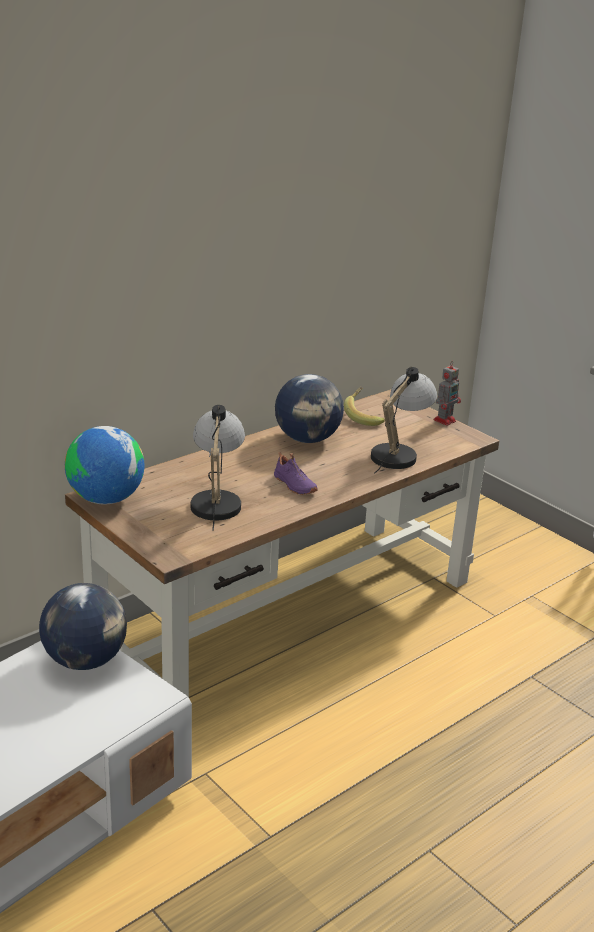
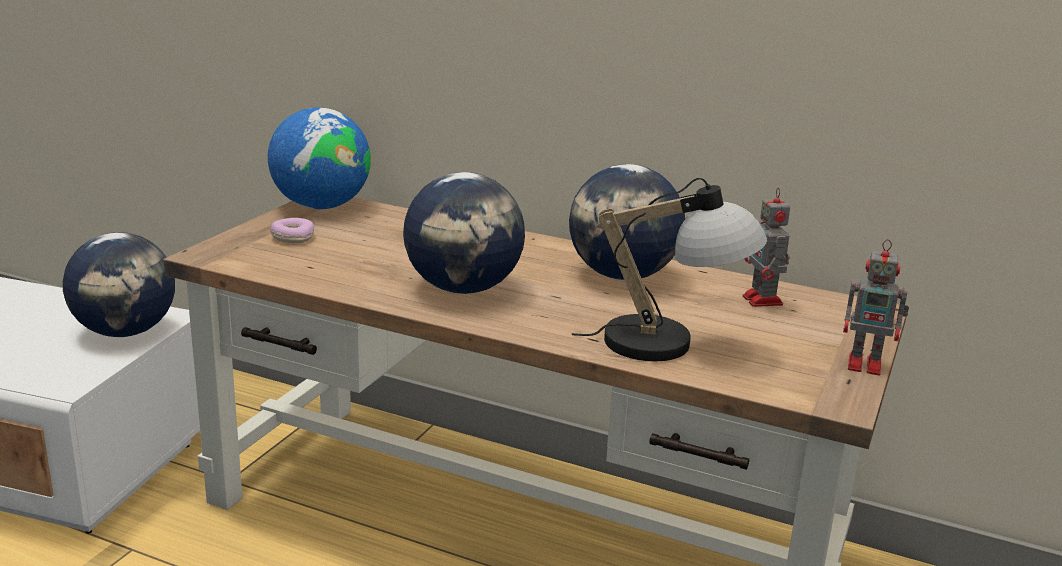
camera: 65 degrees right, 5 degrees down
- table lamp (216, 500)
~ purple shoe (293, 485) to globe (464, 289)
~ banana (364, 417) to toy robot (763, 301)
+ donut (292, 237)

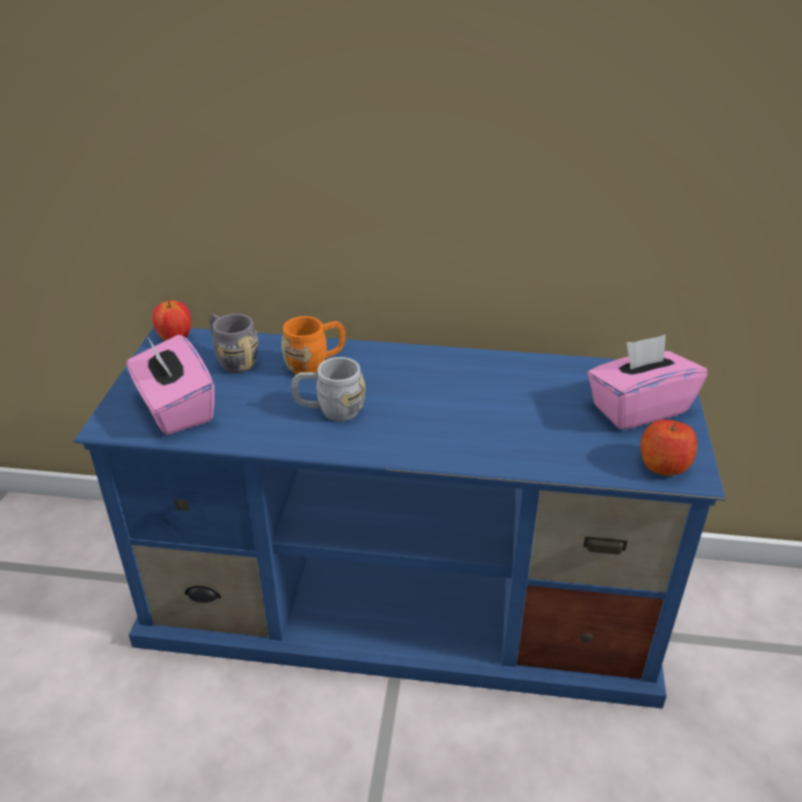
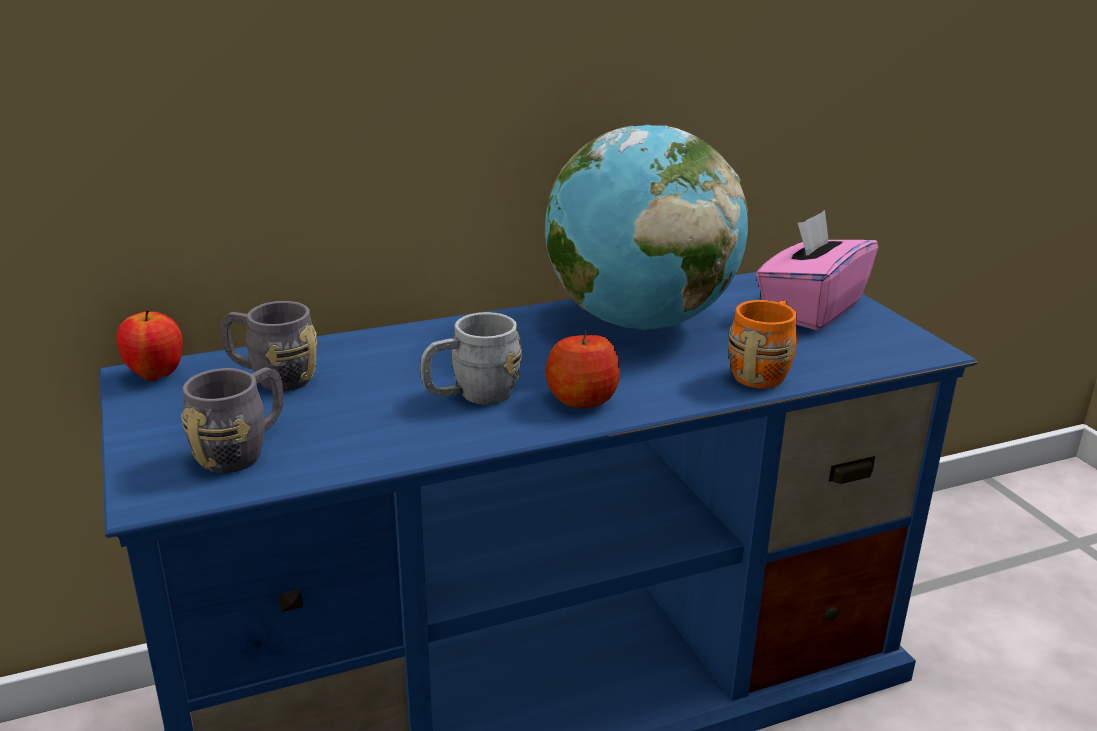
camera: 30 degrees left, 10 degrees down
~ pink tissue box (175, 409) to grey mug (243, 450)
~ orange mug (315, 364) to (763, 371)
~ apple (663, 465) to (582, 399)
+ globe (638, 322)

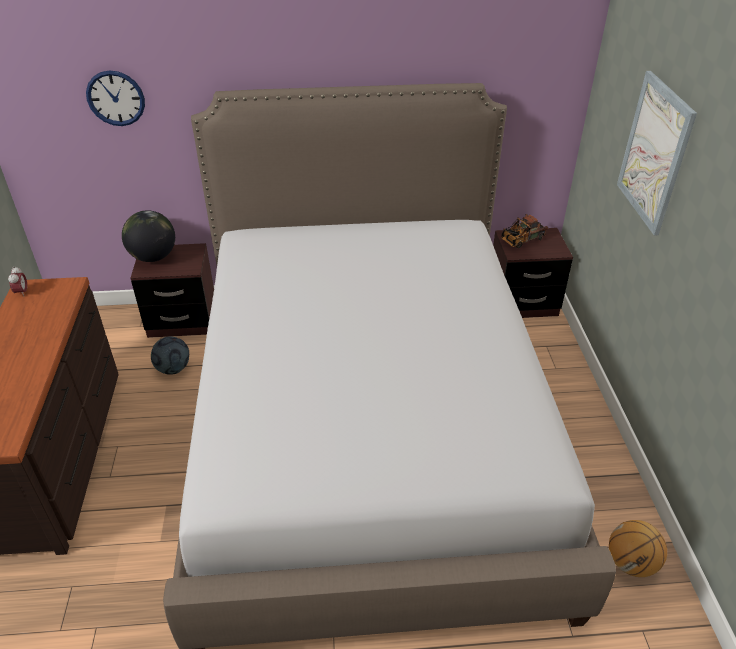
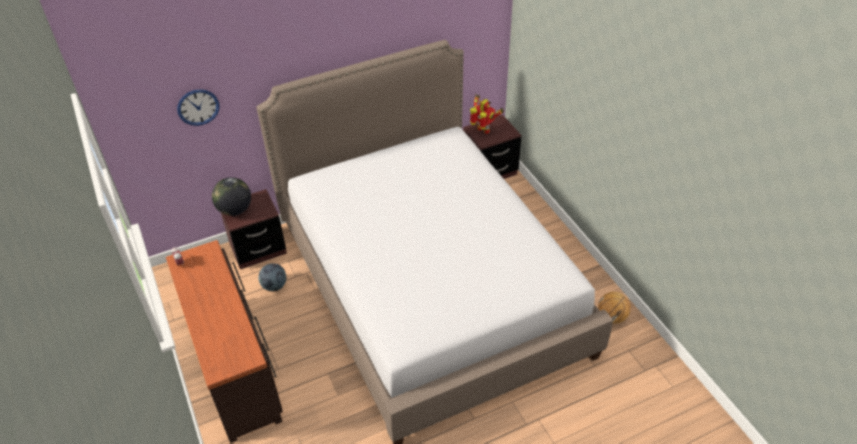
camera: 20 degrees left, 5 degrees up
~ toy truck (520, 240) to toy robot (483, 131)
- picture (654, 153)

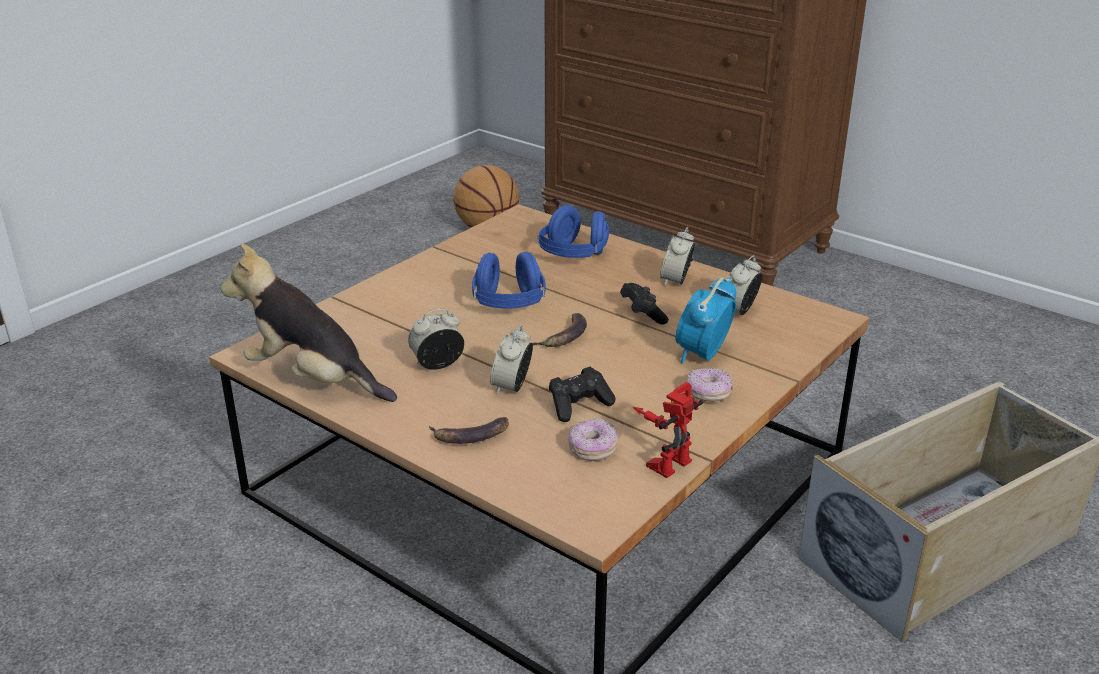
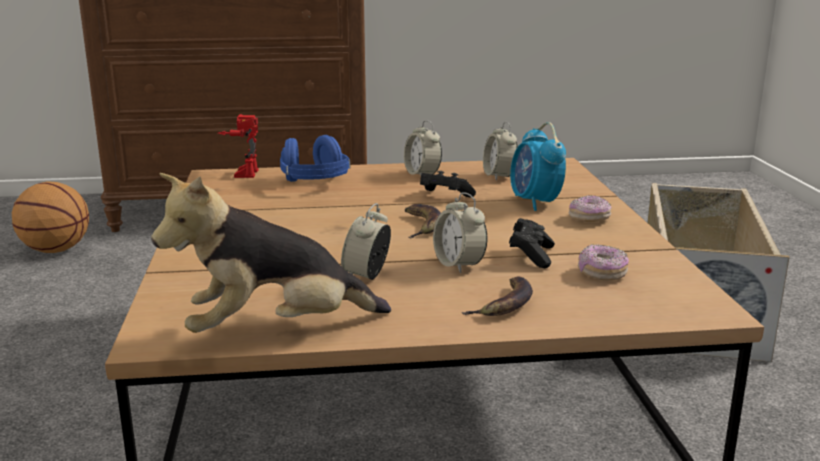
camera: 45 degrees left, 10 degrees down
- blue headphones (509, 304)
~ toy robot (666, 460) to (242, 173)

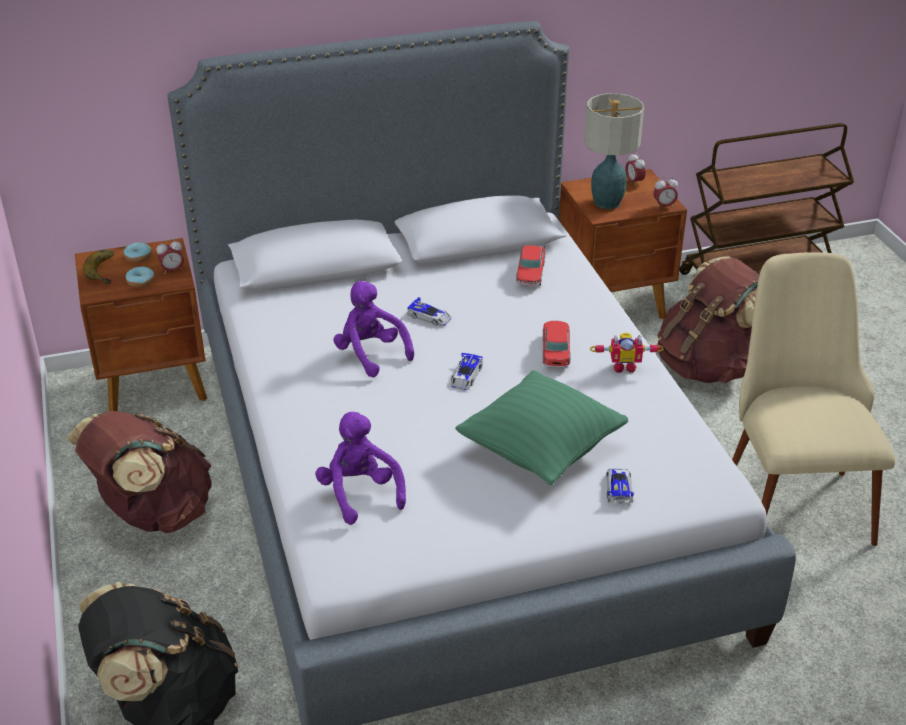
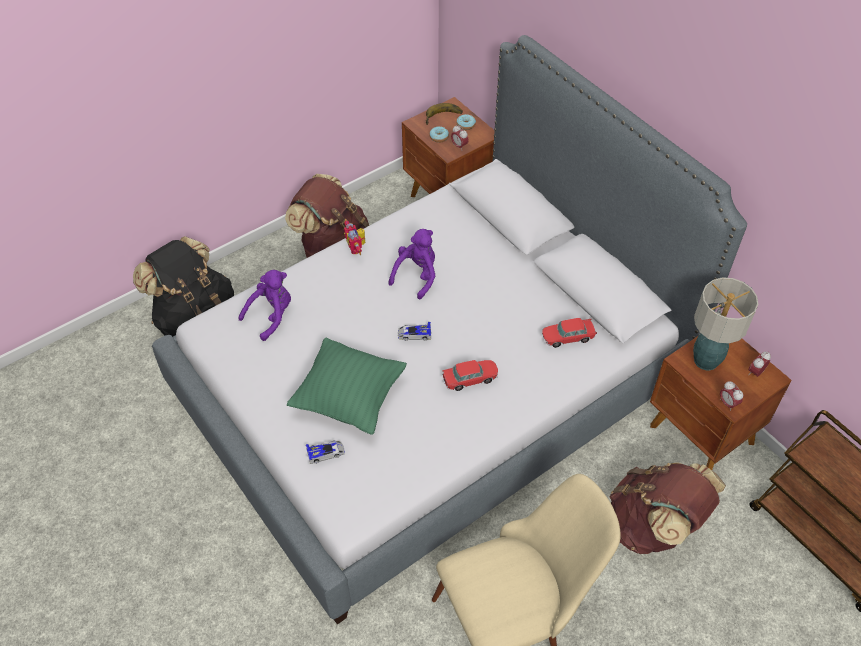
camera: 70 degrees right, 15 degrees up
- toy car (429, 317)
~ toy robot (624, 366) to (356, 248)

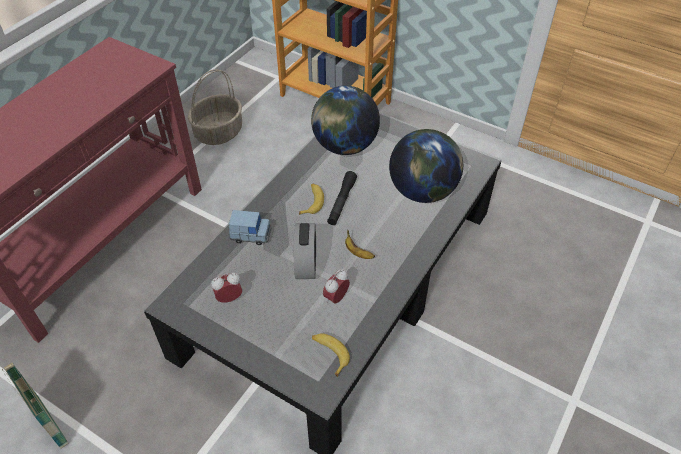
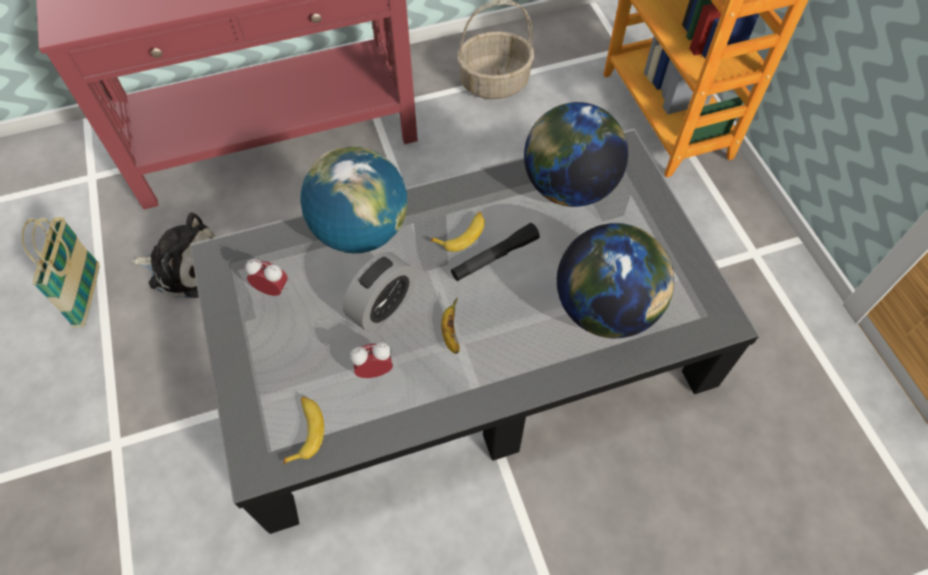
camera: 40 degrees right, 10 degrees up
~ blue toy car (251, 235) to globe (361, 231)
+ plush toy (183, 266)

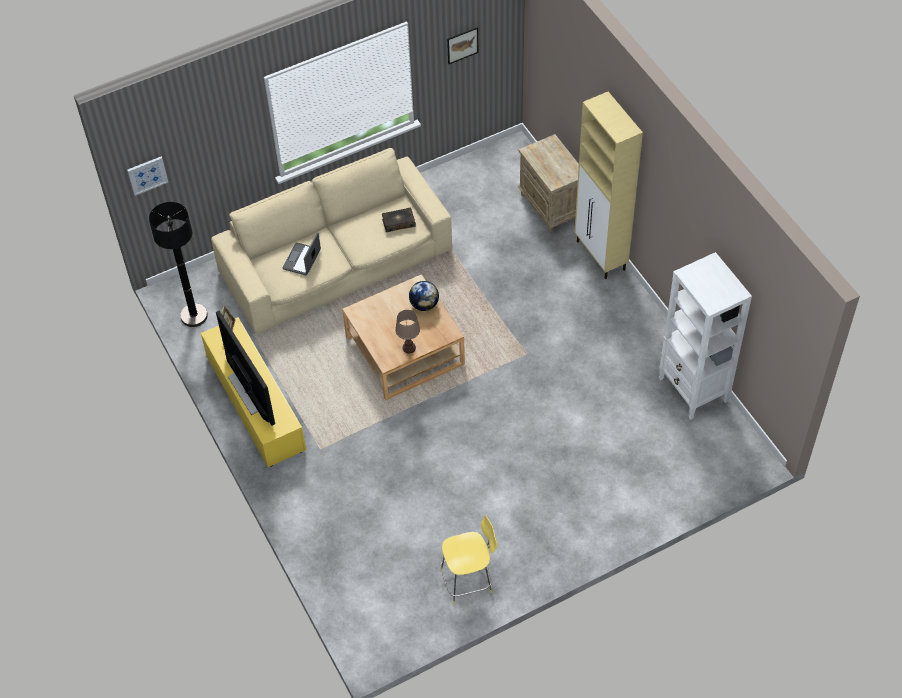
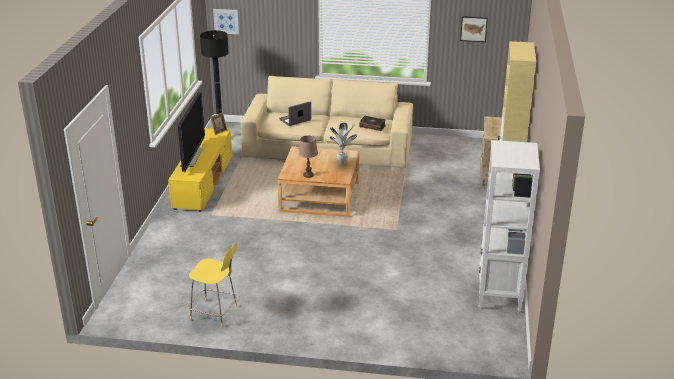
camera: 35 degrees right, 25 degrees down
~ globe (424, 305) to potted plant (343, 162)

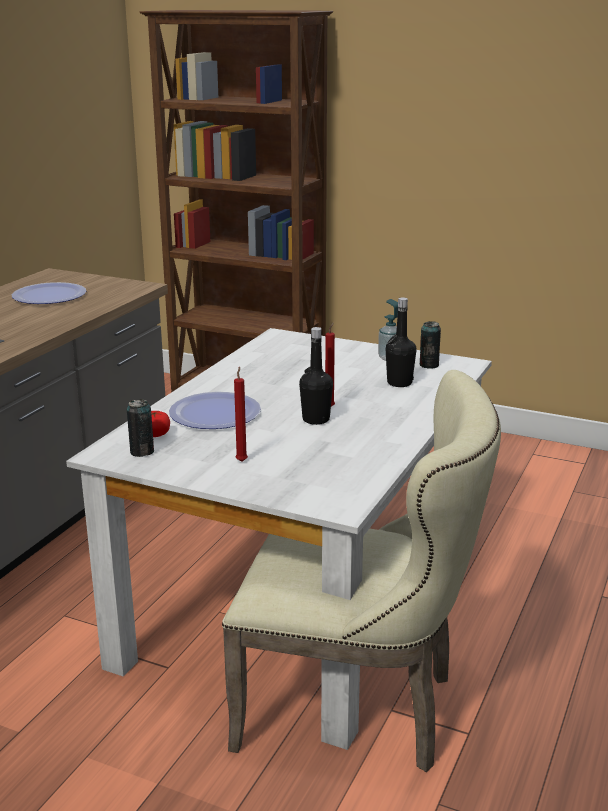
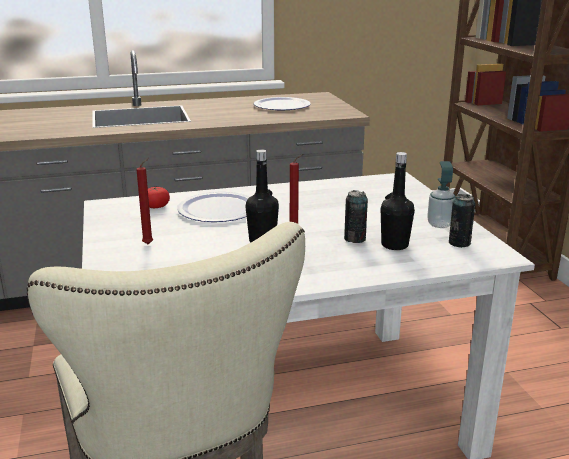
camera: 50 degrees right, 0 degrees up
~ can (142, 452) to (354, 239)

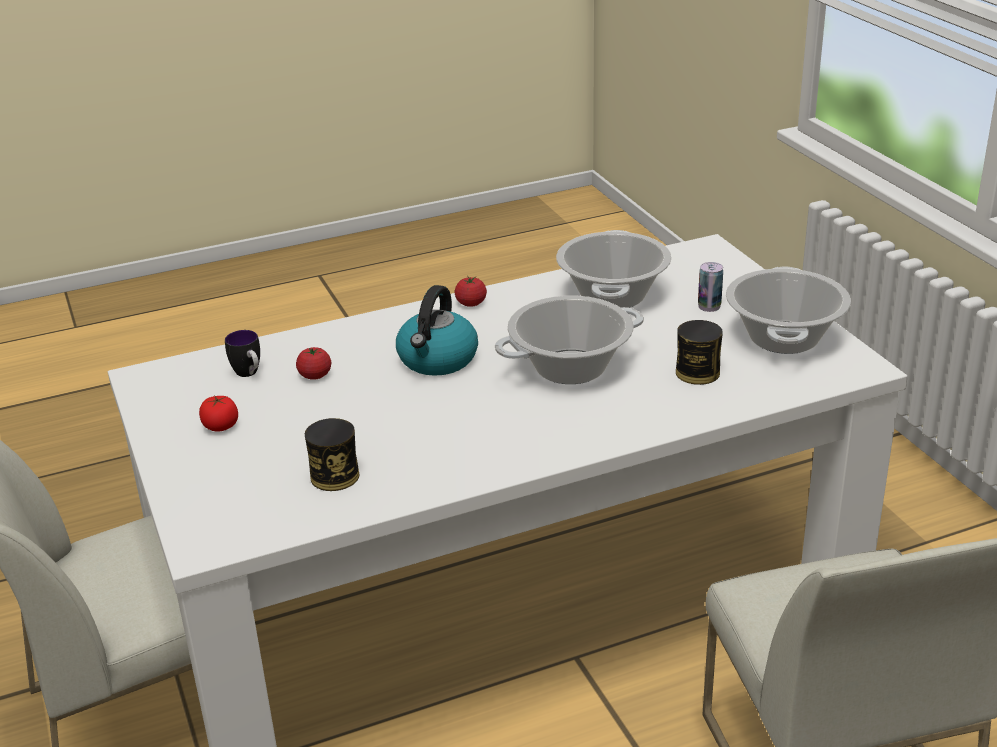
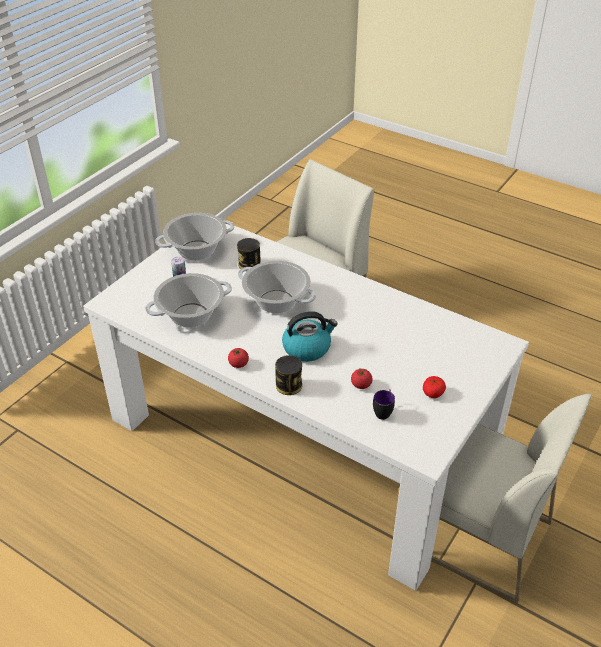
camera: 125 degrees left, 10 degrees up
~ can (335, 476) to (289, 385)

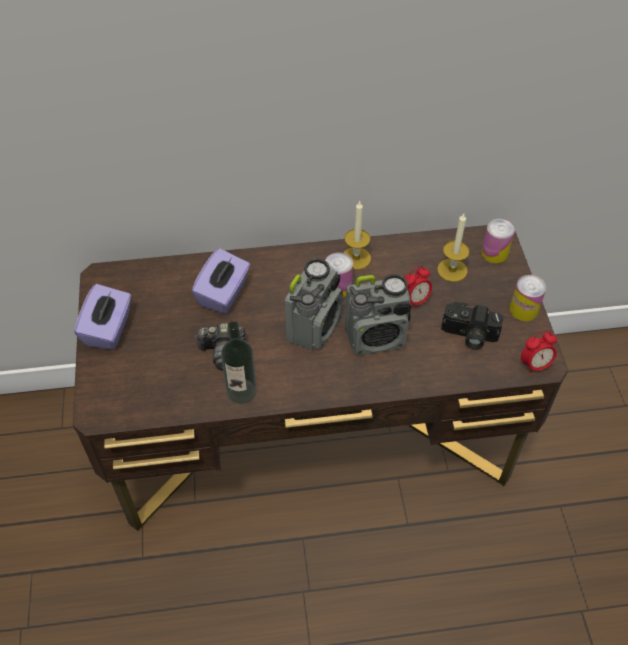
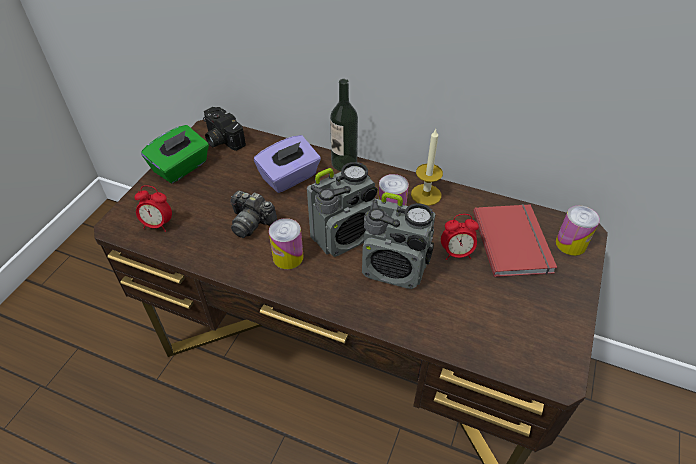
camera: 30 degrees right, 5 degrees down
~ purple tissue box (109, 329) to green tissue box (181, 168)
~ bottle (241, 391) to (344, 163)
~ candle (452, 270) to red book (514, 241)
~ photo camera (468, 335) to (221, 139)
~ can (523, 310) to (288, 257)
~ alarm clock (535, 365) to (158, 225)

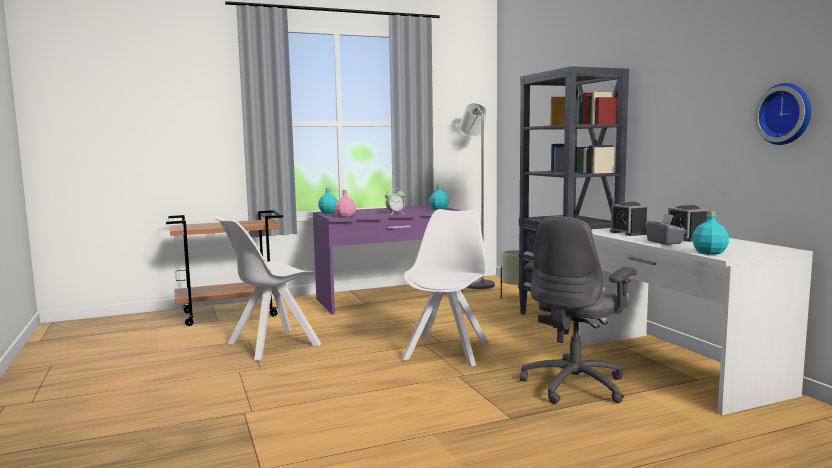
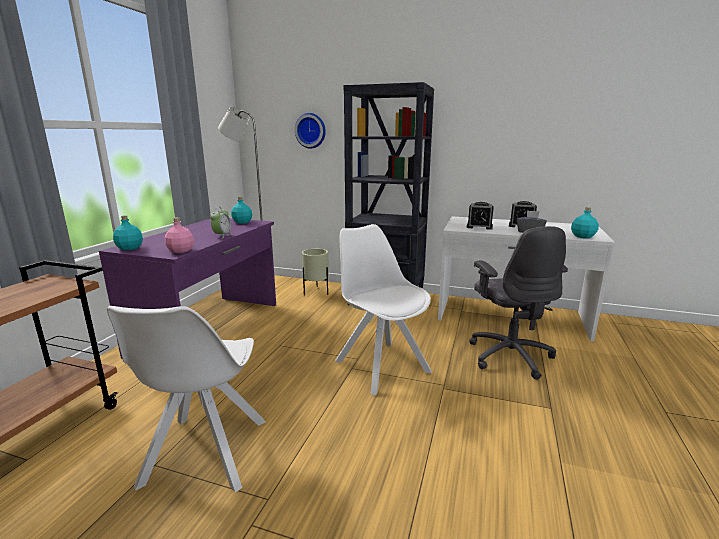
camera: 50 degrees left, 10 degrees up
~ wall clock (786, 114) to (311, 130)

